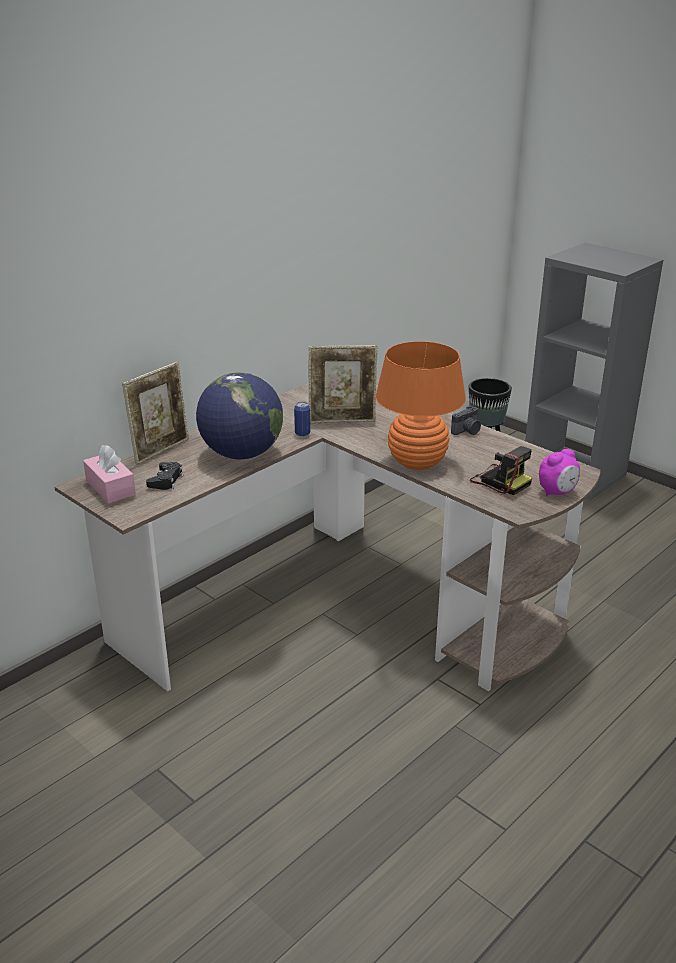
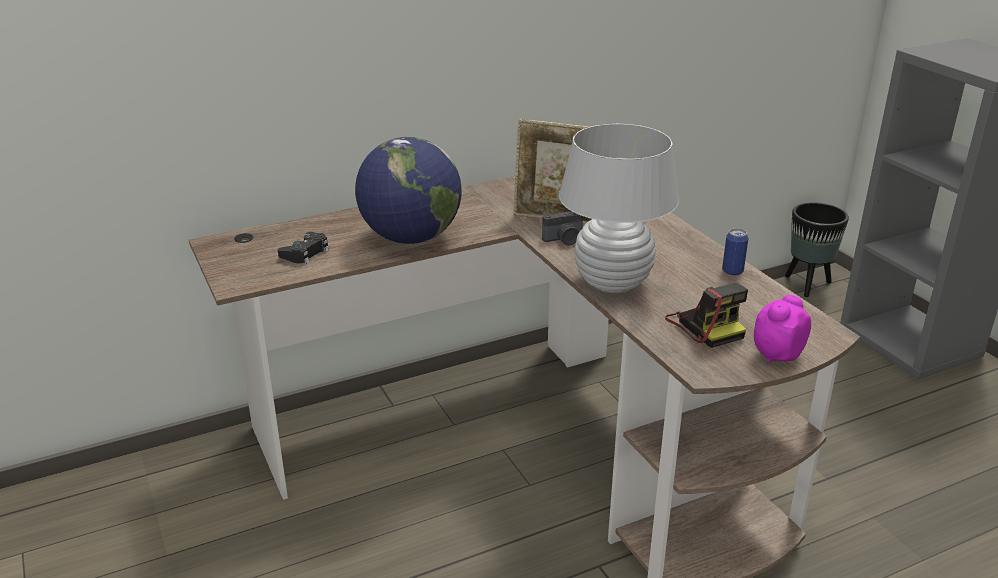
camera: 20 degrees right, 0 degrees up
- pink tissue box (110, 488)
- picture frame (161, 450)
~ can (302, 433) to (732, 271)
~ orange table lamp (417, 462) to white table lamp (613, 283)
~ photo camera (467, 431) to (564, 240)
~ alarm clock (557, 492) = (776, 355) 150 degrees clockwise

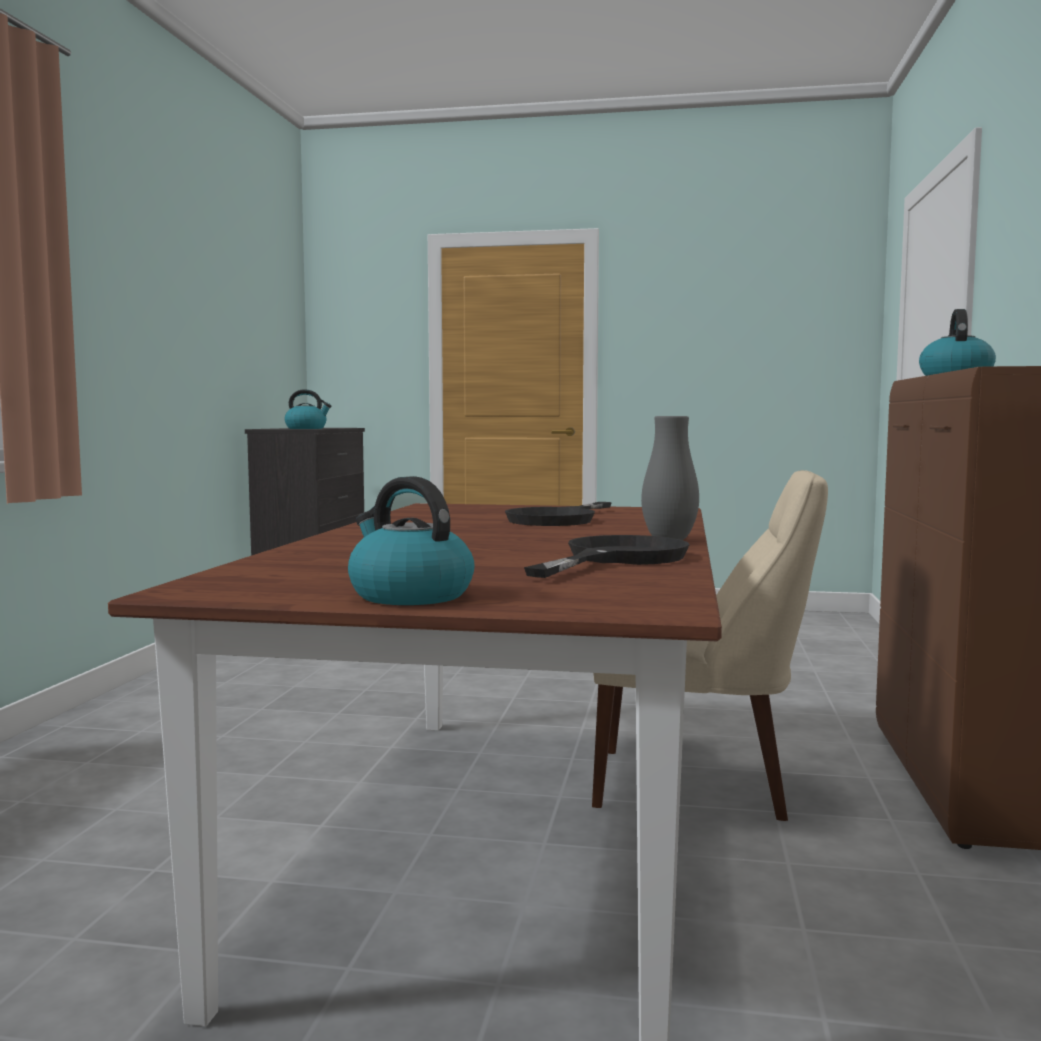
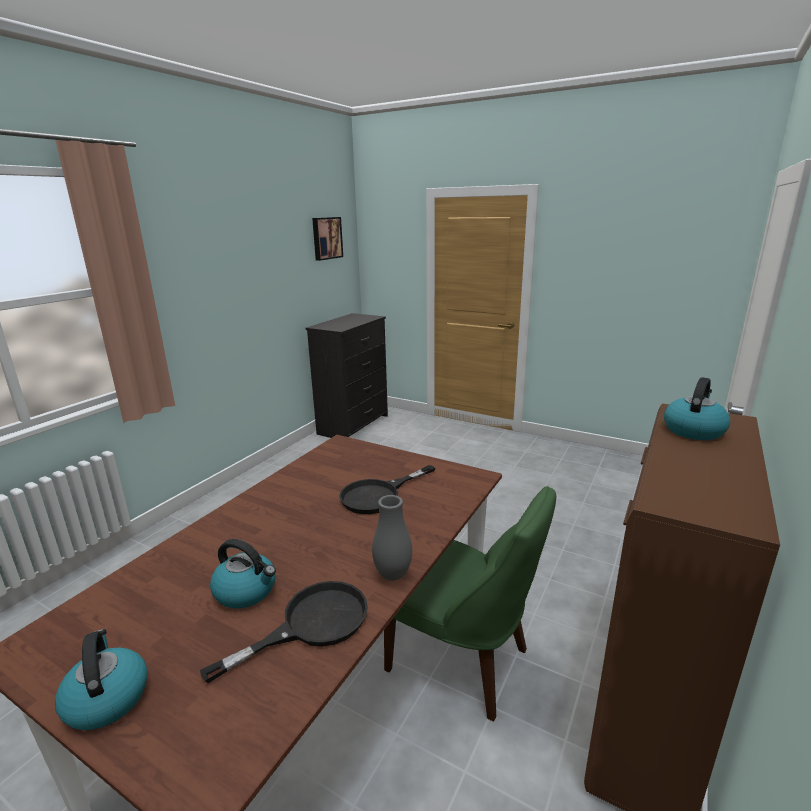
camera: 20 degrees right, 15 degrees up
~ kettle (306, 428) to (247, 591)
~ beige chair (701, 785) to green chair (463, 662)
+ picture (326, 238)

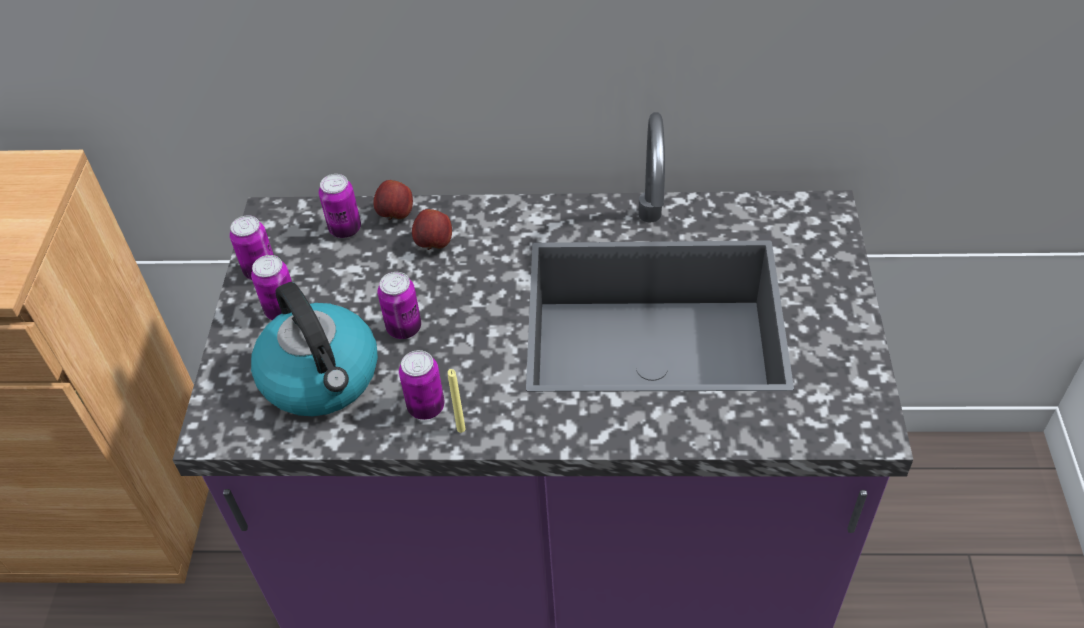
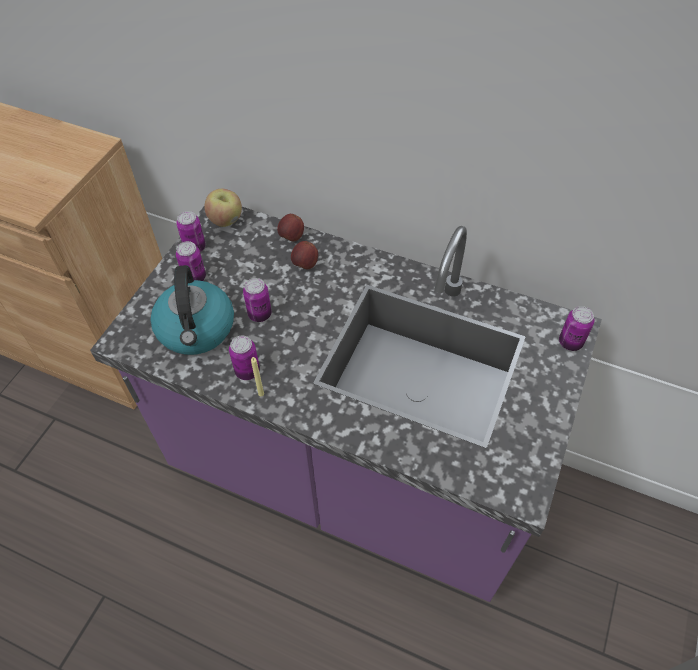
camera: 20 degrees right, 5 degrees up
~ can (345, 229) to (570, 342)
+ apple (226, 220)

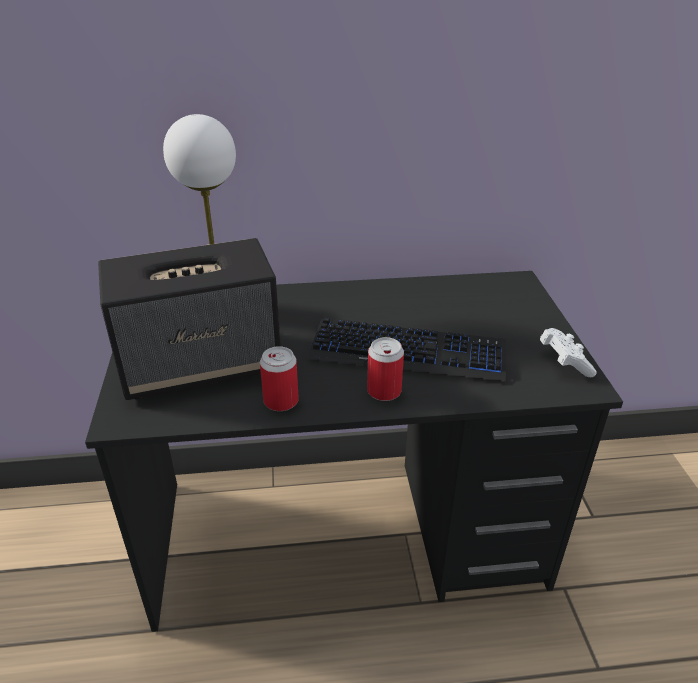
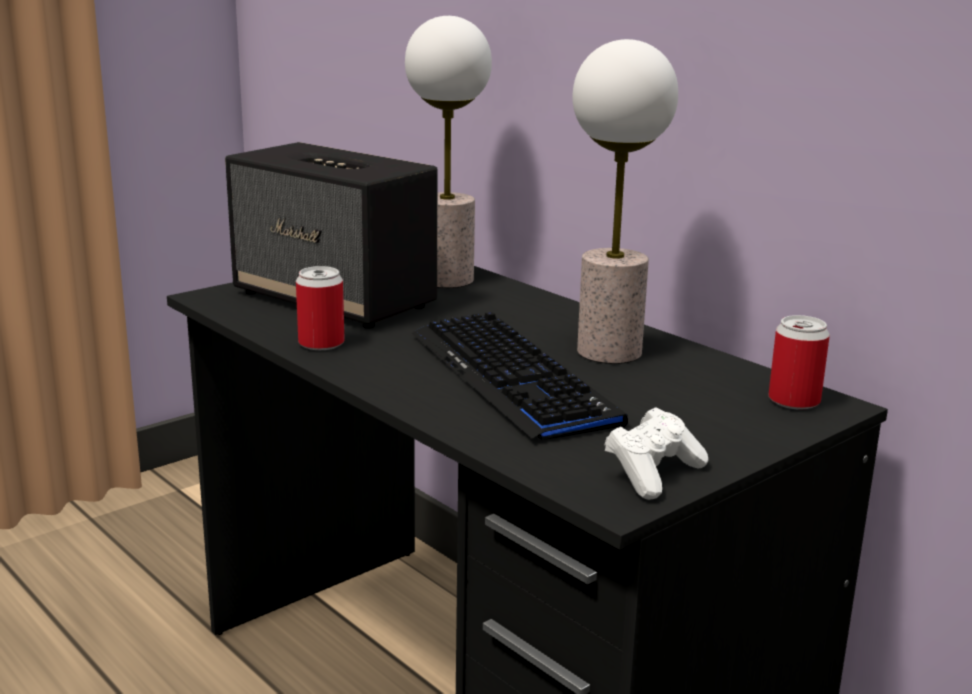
camera: 55 degrees right, 15 degrees down
~ can (384, 391) to (794, 401)
+ table lamp (608, 352)

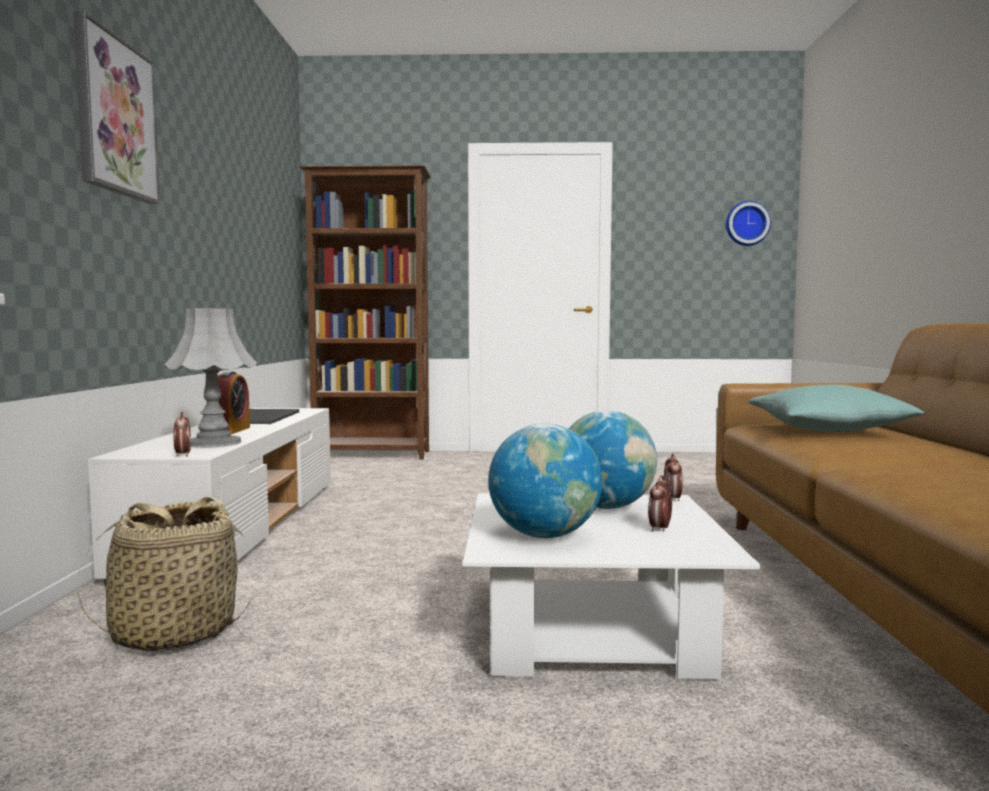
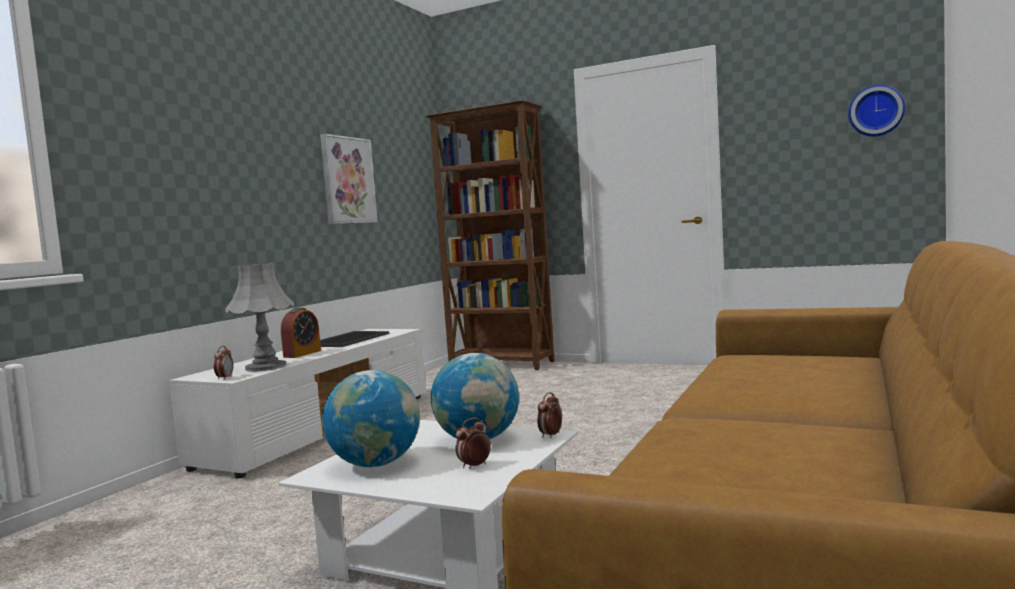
camera: 25 degrees right, 0 degrees up
~ picture (115, 116) to (348, 180)
- basket (173, 633)
- turquoise pillow (828, 431)

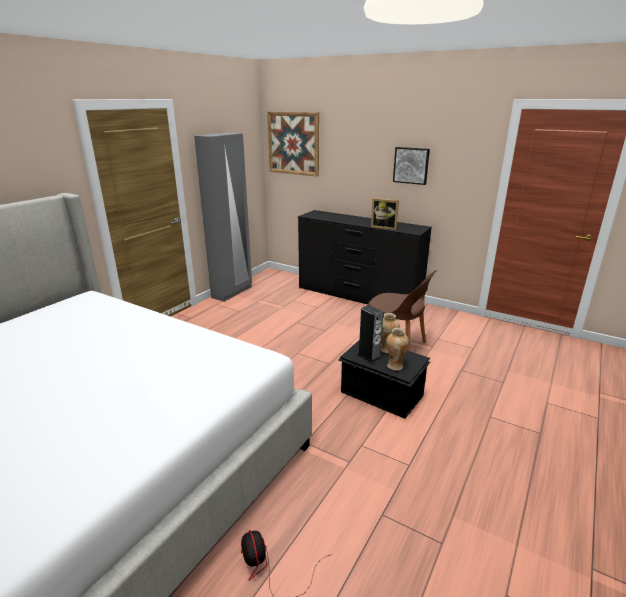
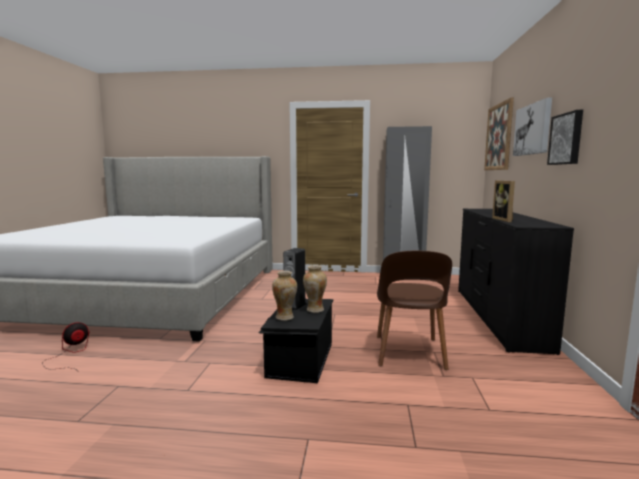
camera: 65 degrees right, 15 degrees down
+ picture (533, 129)

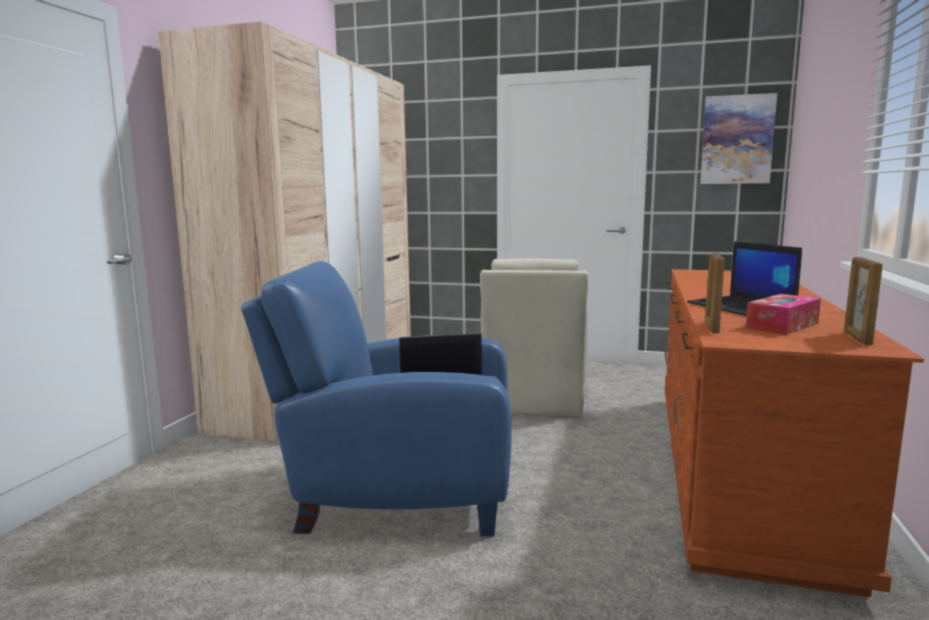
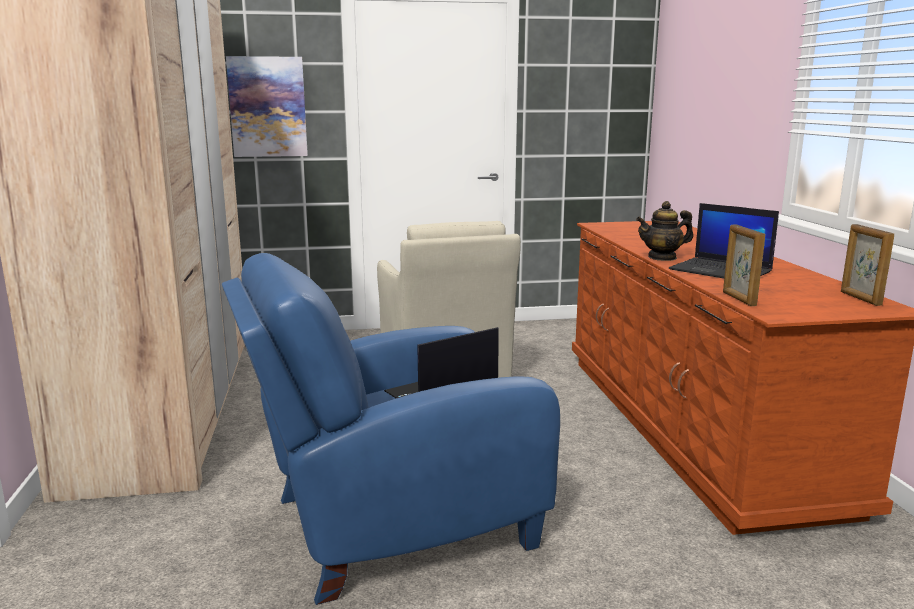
camera: 25 degrees left, 5 degrees up
~ picture (737, 140) to (268, 107)
- tissue box (782, 325)
+ teapot (662, 257)

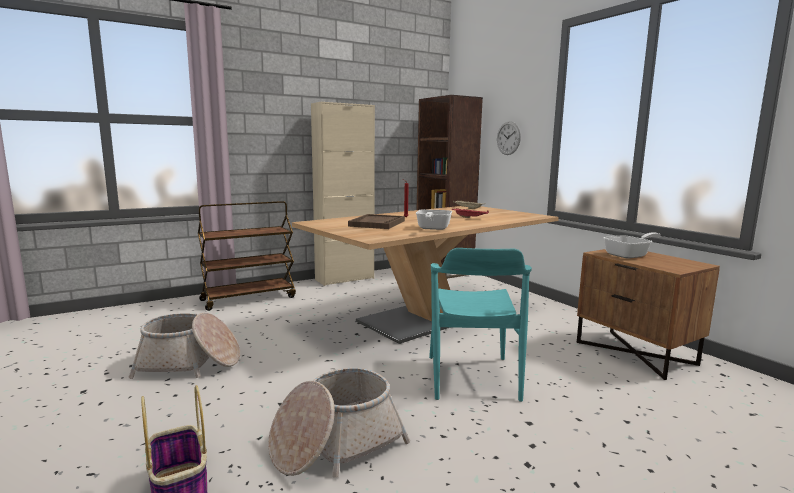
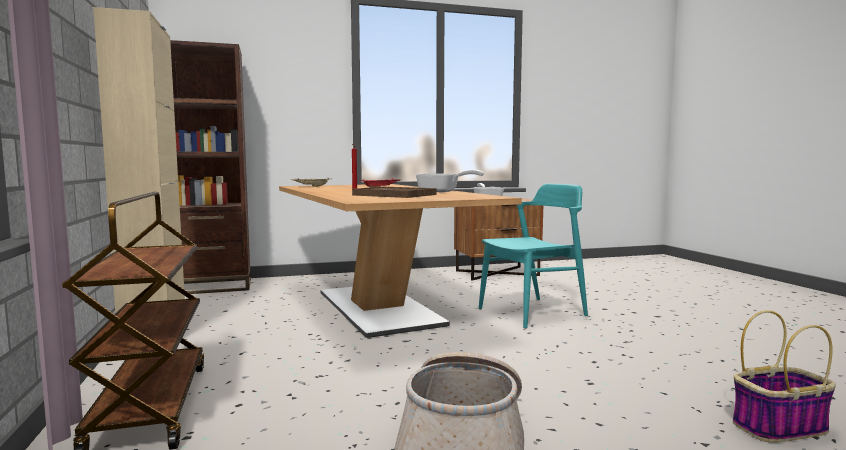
camera: 75 degrees left, 5 degrees down
- basket (335, 444)
~ turquoise chair (471, 378) = (532, 312) 45 degrees counterclockwise
- wall clock (508, 138)

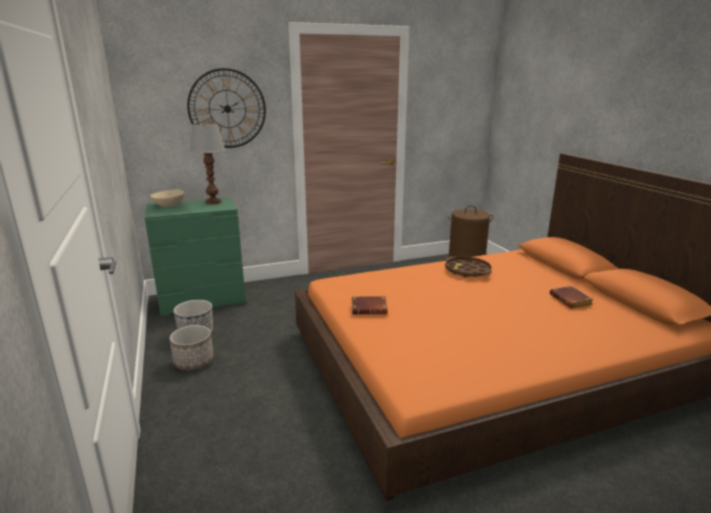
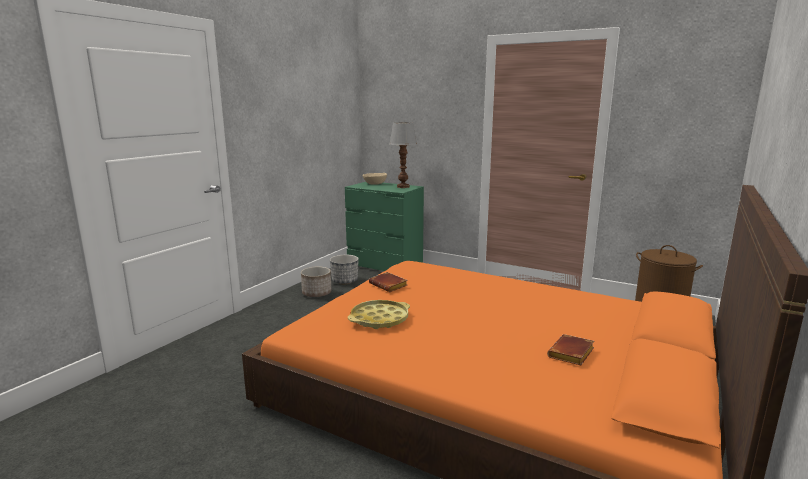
camera: 50 degrees right, 5 degrees down
- wall clock (227, 109)
- brown tray (467, 271)
+ yellow tray (379, 319)

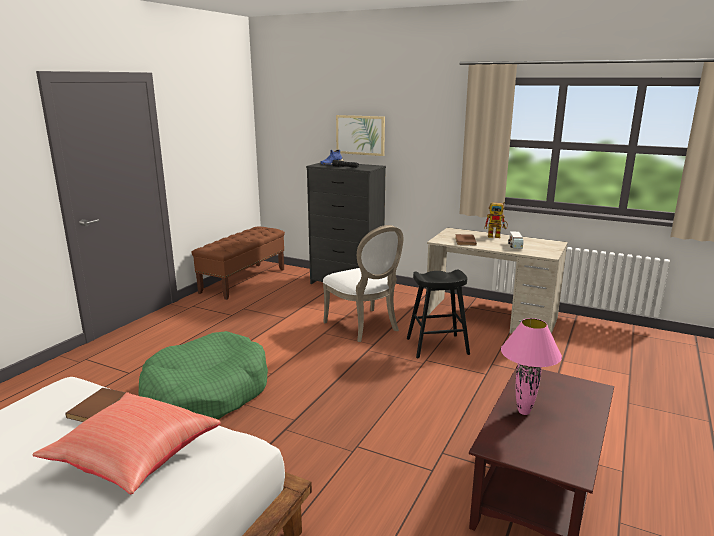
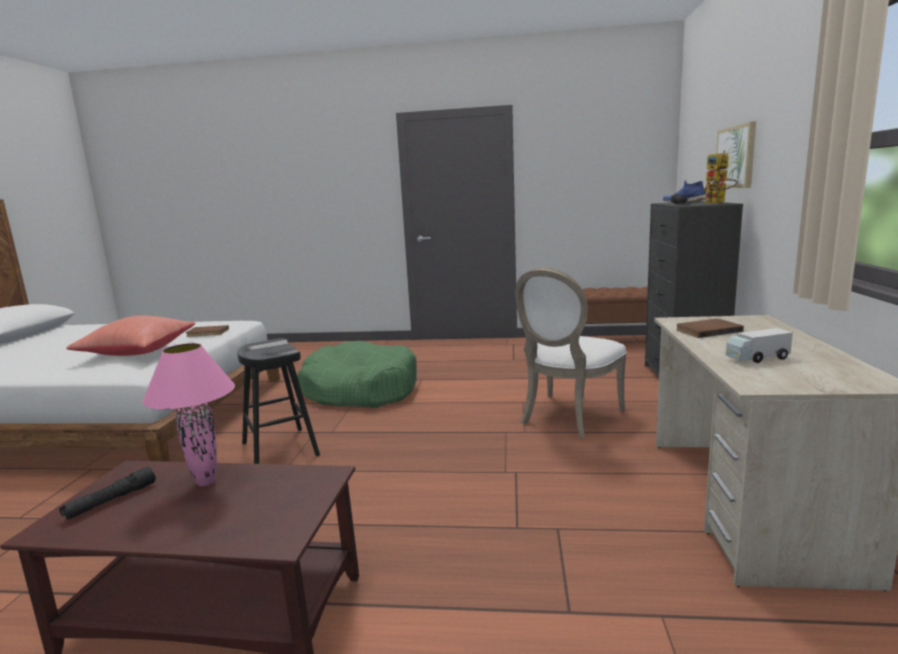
camera: 70 degrees right, 5 degrees down
~ black stool (437, 346) to (280, 449)
~ toy robot (497, 236) to (718, 202)
+ black flashlight (111, 501)

